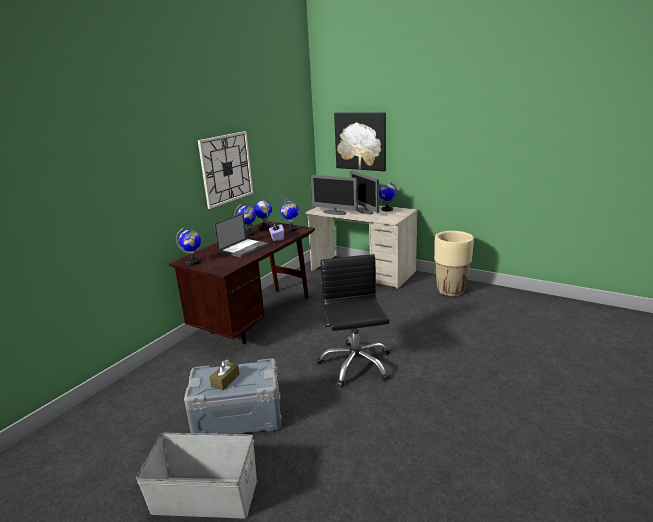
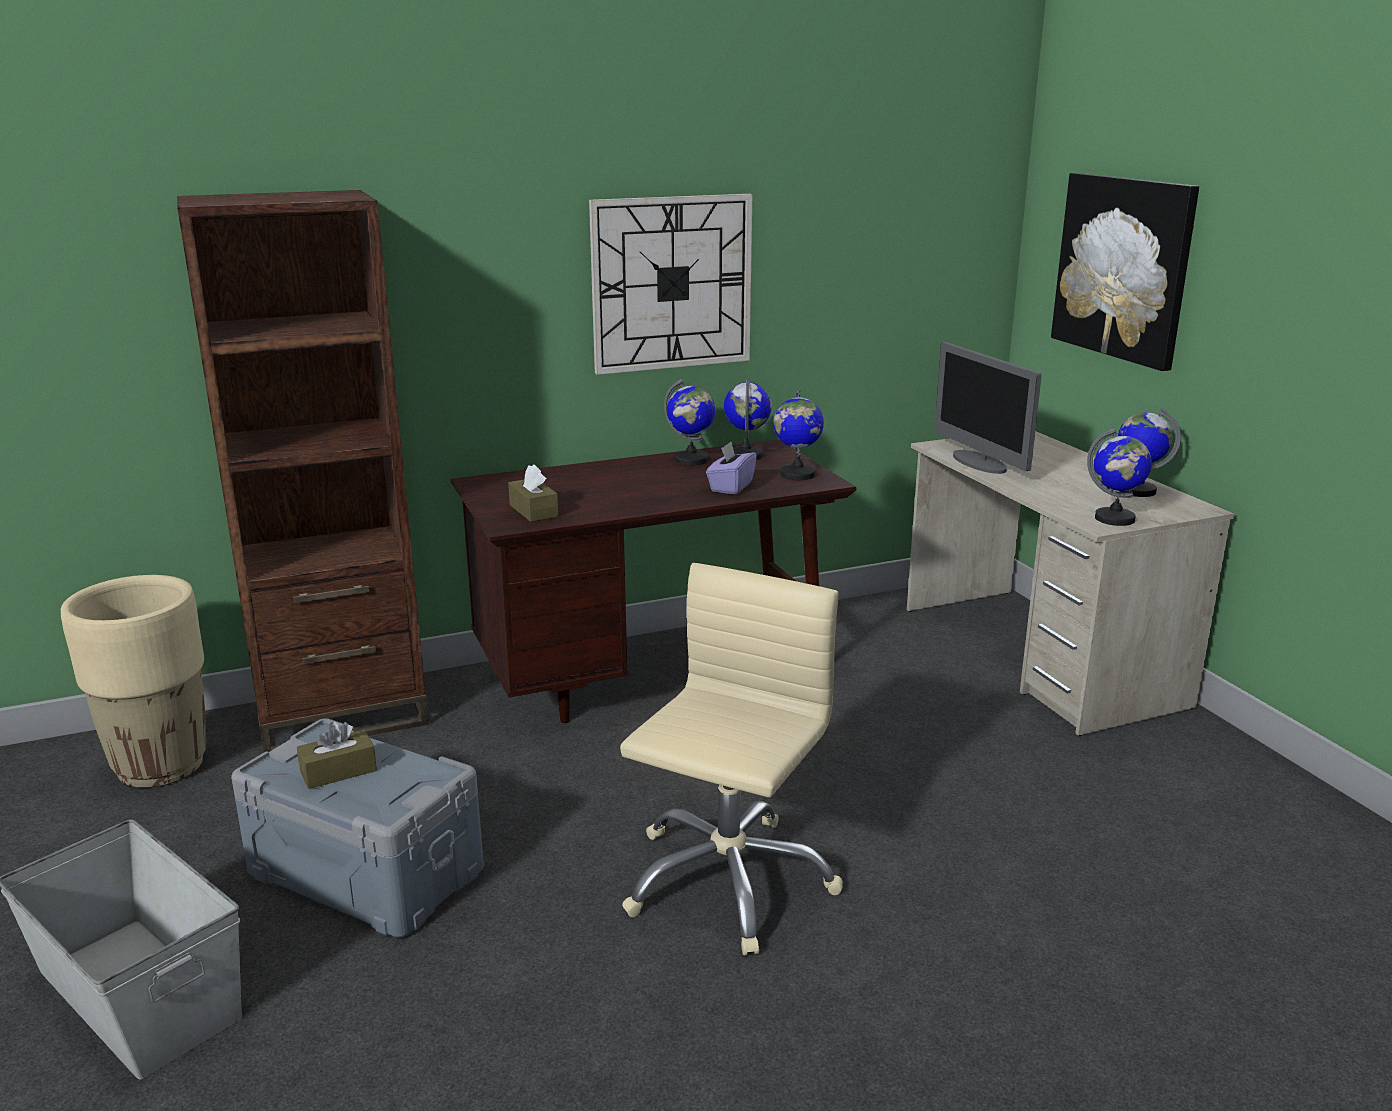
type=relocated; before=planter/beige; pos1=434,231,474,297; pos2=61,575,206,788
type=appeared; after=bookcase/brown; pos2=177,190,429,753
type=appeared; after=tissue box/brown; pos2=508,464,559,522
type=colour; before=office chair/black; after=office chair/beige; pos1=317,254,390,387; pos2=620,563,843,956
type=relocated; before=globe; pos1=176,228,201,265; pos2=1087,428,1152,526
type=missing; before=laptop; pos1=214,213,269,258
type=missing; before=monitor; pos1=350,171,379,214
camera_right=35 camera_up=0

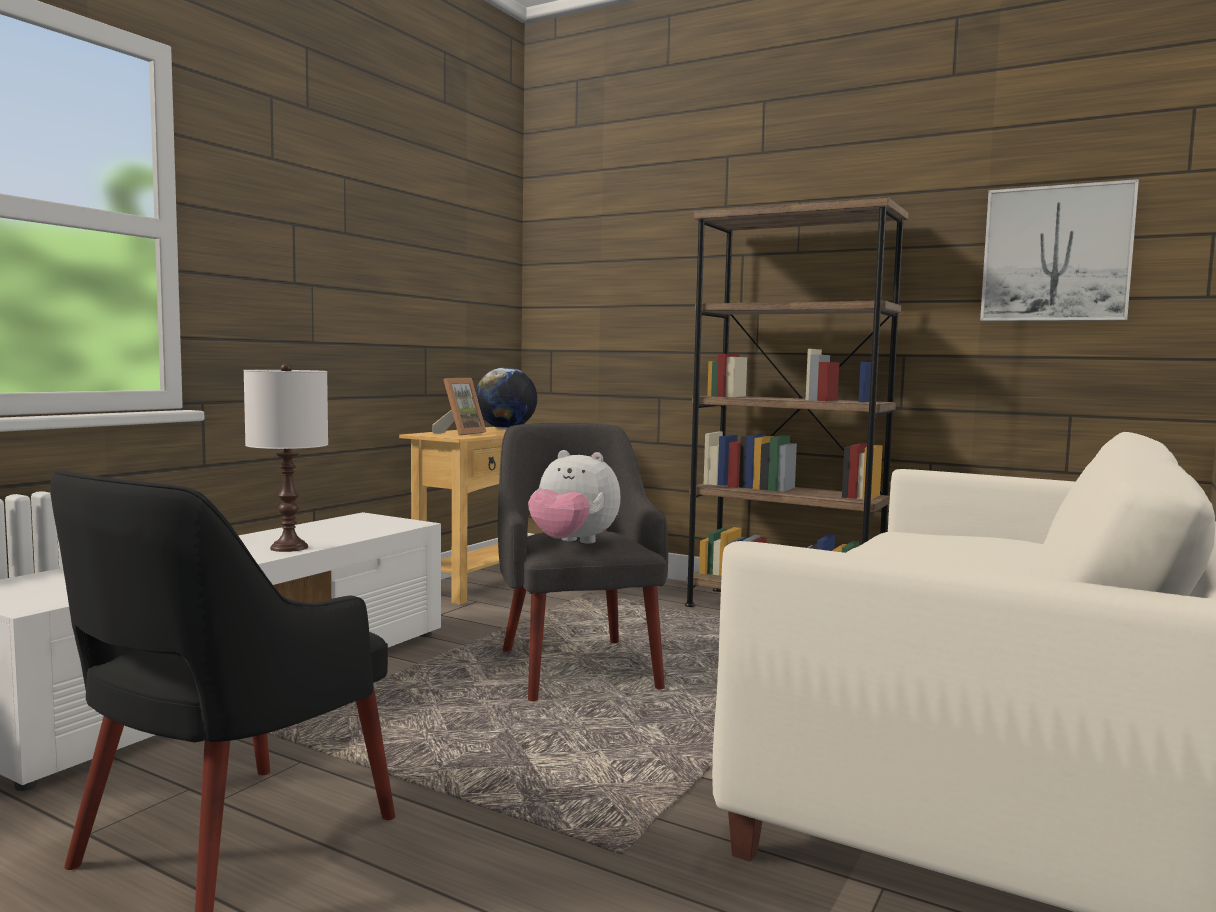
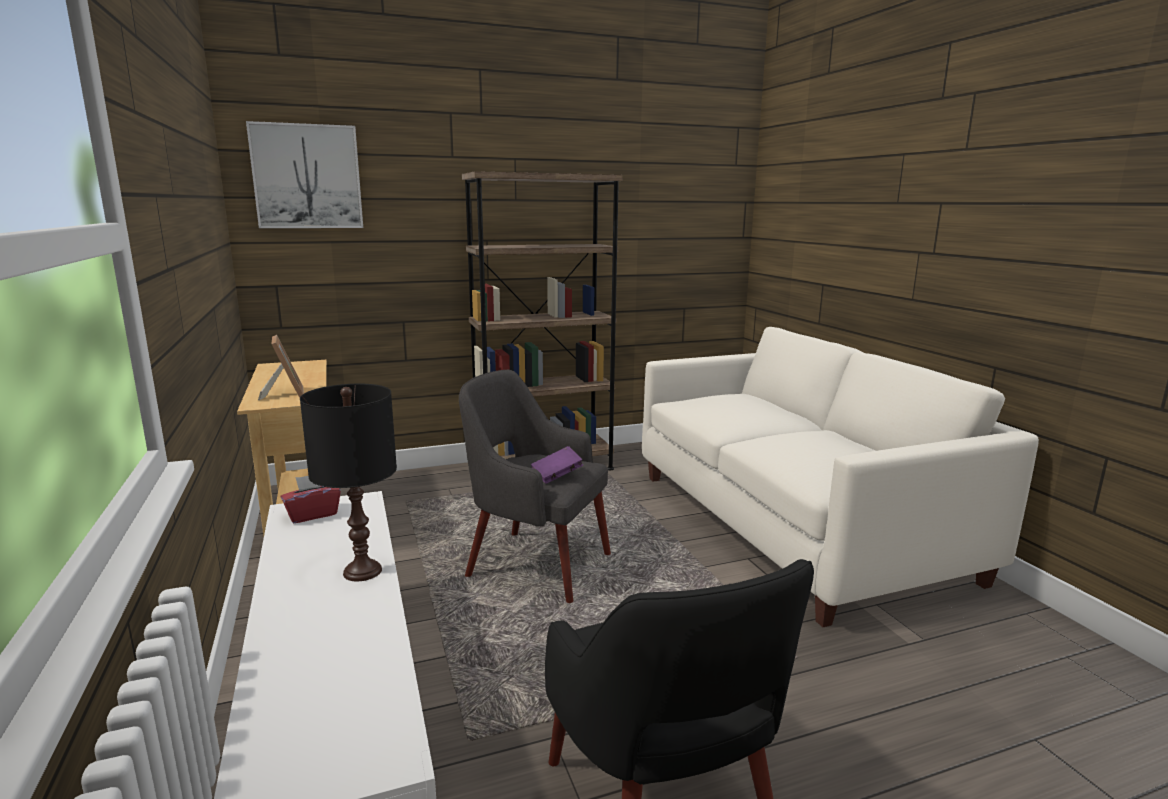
type=relocated; before=picture; pos1=980,179,1139,321; pos2=246,121,363,228
type=appeared; after=tissue box/red; pos2=281,476,341,524
type=colour; before=table lamp/white; after=table lamp/black; pos1=243,363,328,552; pos2=300,384,397,581
type=exchanged; before=plush toy; after=book/purple; pos1=528,450,620,544; pos2=531,446,583,484
type=missing; before=globe; pos1=476,367,537,429
camera_right=-50 camera_up=10

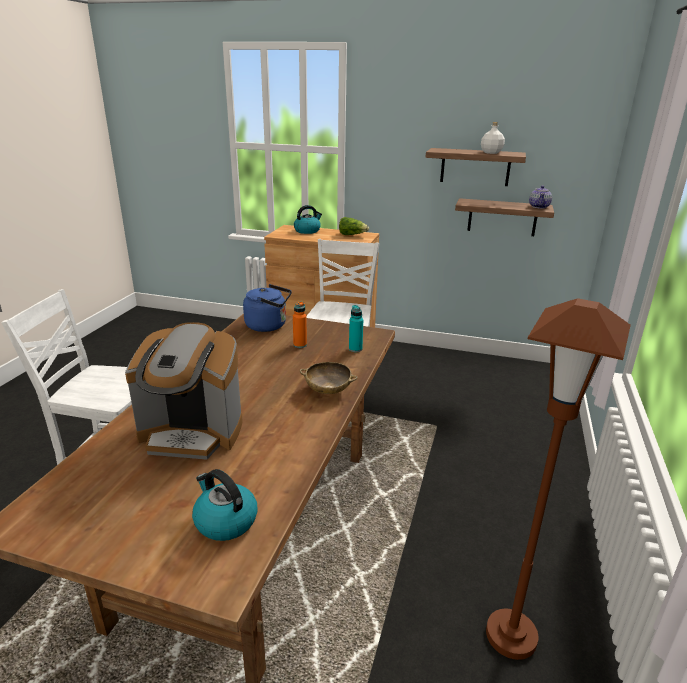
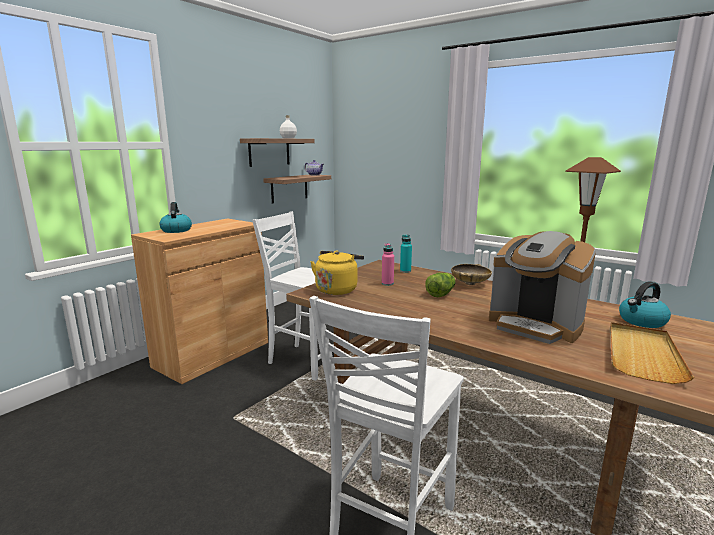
type=colour; before=kettle/blue; after=kettle/yellow; pos1=243,284,292,332; pos2=310,251,364,295
type=colour; before=bottle/orange; after=bottle/pink; pos1=293,302,307,348; pos2=382,243,394,286
type=relocated; before=lettuce; pos1=339,217,369,235; pos2=425,273,456,297
type=spun; before=coffee machine; pos1=125,322,243,460; pos2=489,231,596,344; turn=105
type=appeared; after=tray/beige; pos2=610,322,694,384
camera_right=-70 camera_up=-10

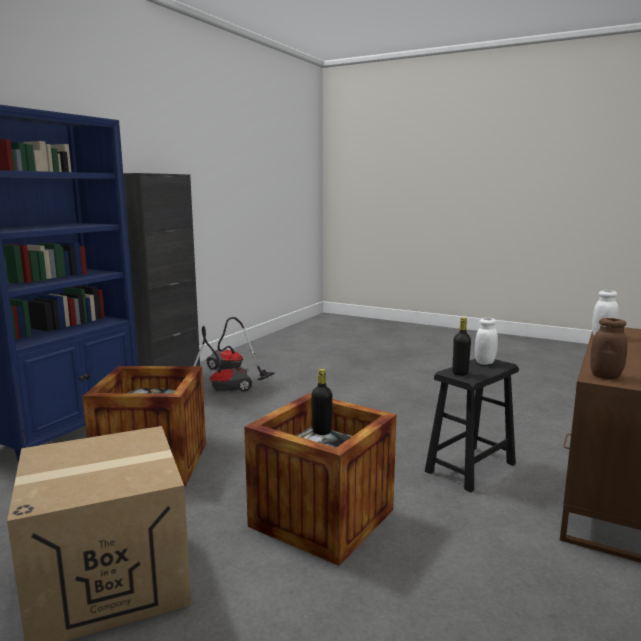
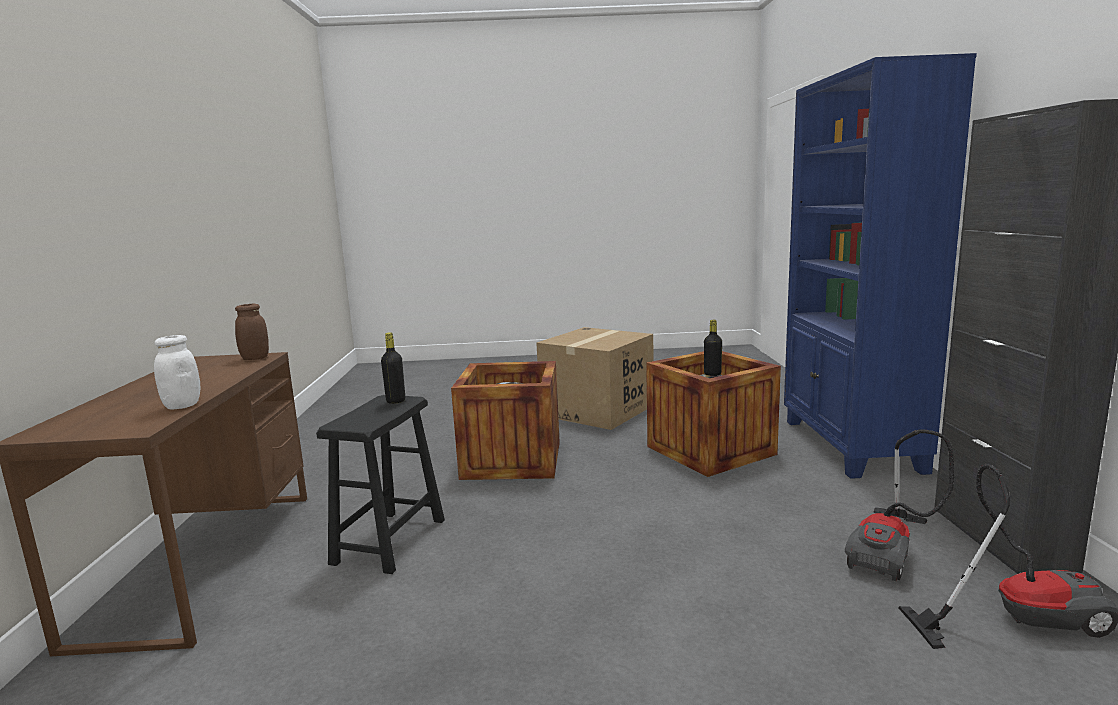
type=relocated; before=bottle/black; pos1=312,369,332,435; pos2=704,320,722,376
type=missing; before=jar/white; pos1=475,318,498,365
camera_right=150 camera_up=0

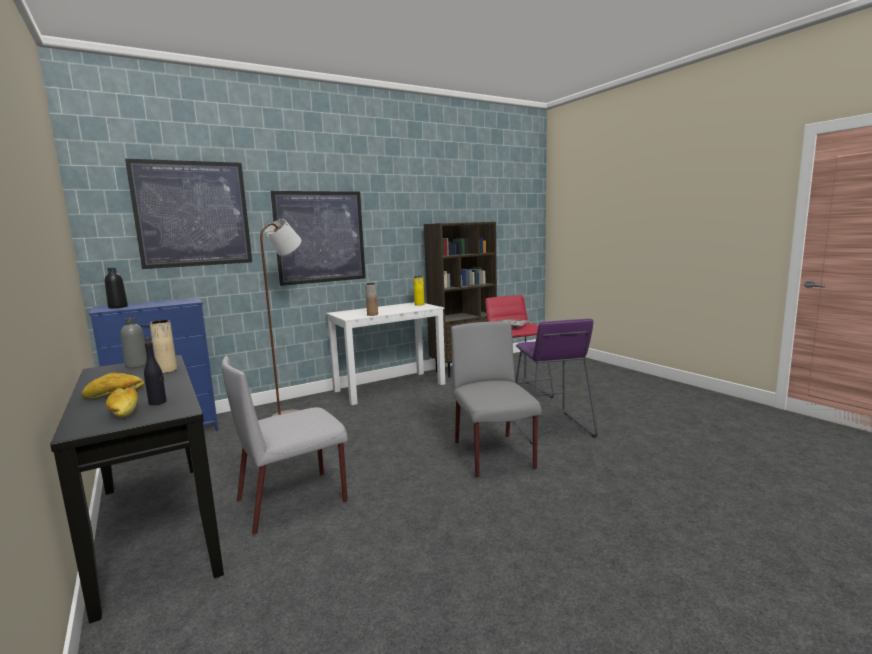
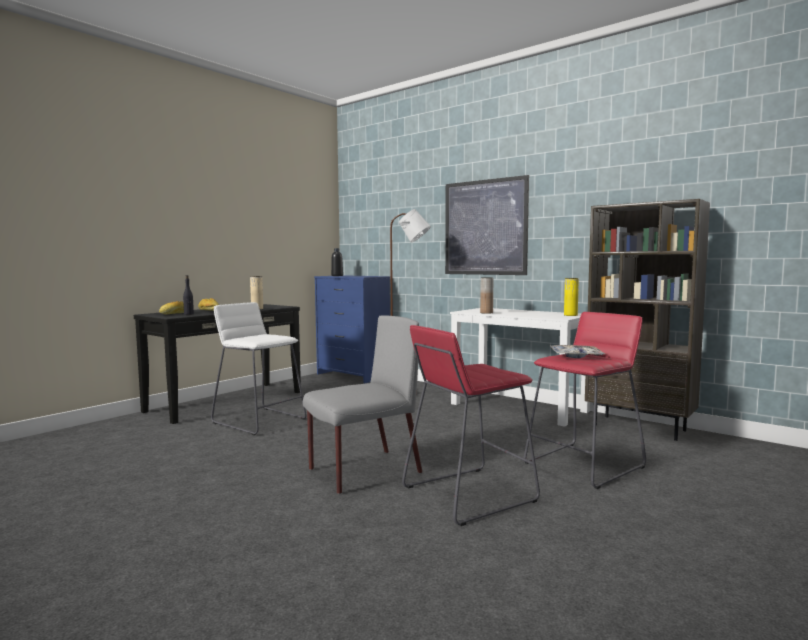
type=exchanged; before=chair/grey; after=stool/white; pos1=222,356,348,535; pos2=211,302,307,435
type=colour; before=stool/purple; after=stool/red; pos1=514,319,598,444; pos2=402,325,540,526
type=missing; before=bottle/grey; pos1=121,317,147,368
type=missing; before=picture; pos1=125,159,252,269
camera_right=70 camera_up=-5

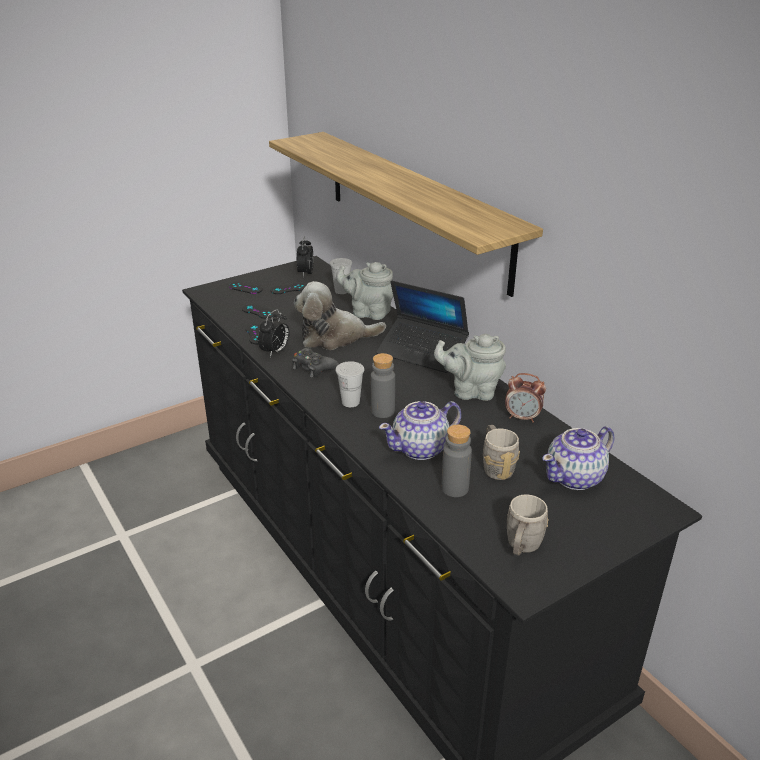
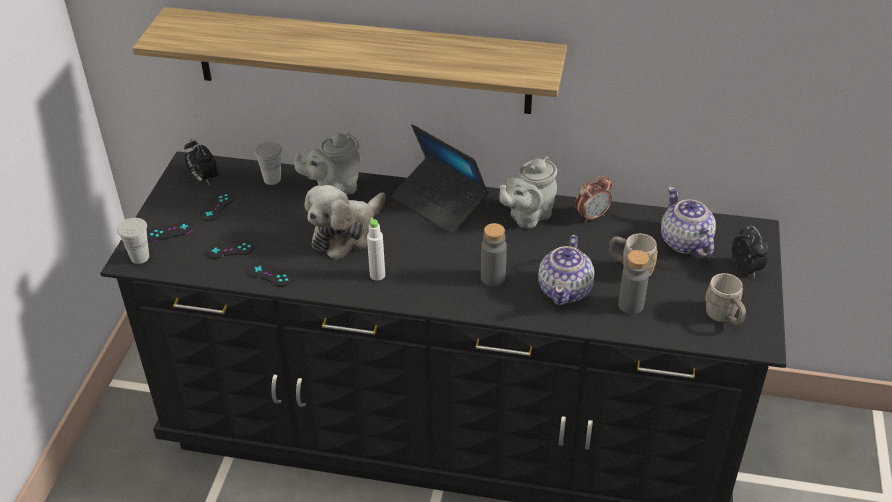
type=relocated; before=cup/white; pos1=336,361,364,407; pos2=117,218,149,264
type=exchanged; before=game controller/black; after=bottle/white; pos1=292,348,339,378; pos2=367,218,385,280
type=spun; before=laptop; pos1=376,281,469,373; pos2=391,124,489,234; turn=60
type=spun; before=teapot; pos1=542,426,614,490; pos2=661,187,716,257; turn=150
type=relocated; before=alarm clock; pos1=258,309,290,357; pos2=732,225,769,278
camera_right=-45 camera_up=10

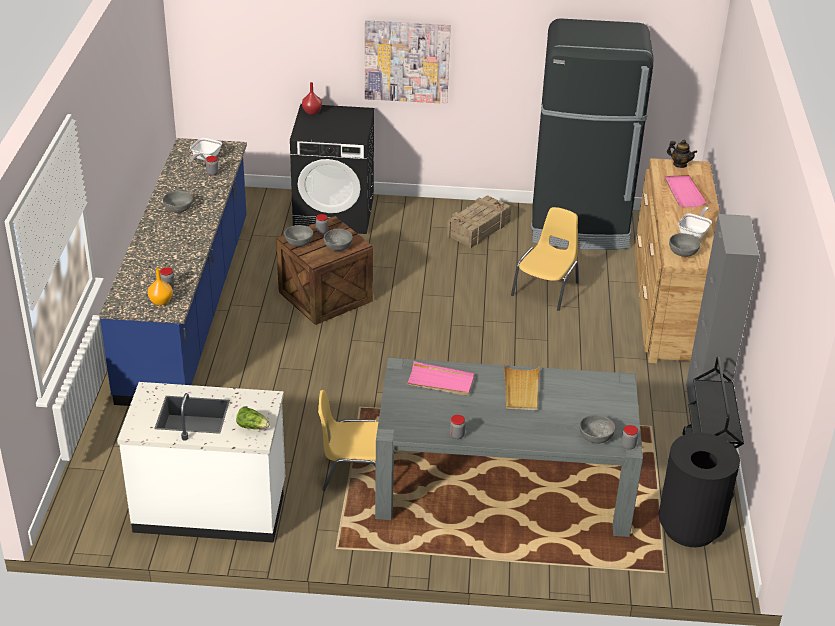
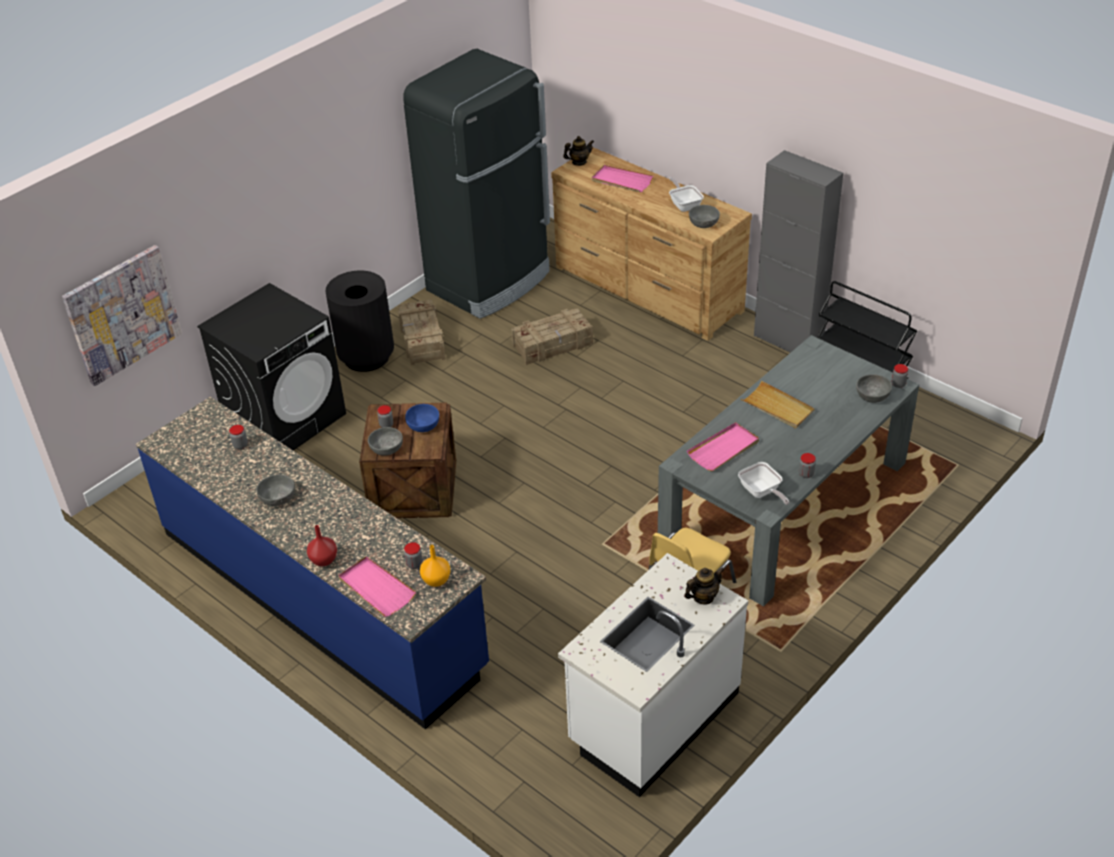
type=relocated; before=picture; pos1=365,20,451,104; pos2=62,245,182,386
type=relocated; before=vase/red; pos1=302,82,322,115; pos2=307,525,337,566
type=relocated; before=trash can/black; pos1=658,432,740,547; pos2=326,271,394,372
type=appeared; after=tray/pink; pos2=338,556,416,617
type=colour; before=bowl/grey; after=bowl/blue; pos1=324,229,353,251; pos2=405,404,439,432
type=exchanged; before=chair/yellow; after=crate; pos1=511,207,579,311; pos2=511,308,593,365
type=exchanged; before=lettuce; after=teapot; pos1=236,407,270,429; pos2=684,568,724,604
type=relocated; before=frying pan; pos1=189,138,222,163; pos2=738,462,789,505
camera_right=-50 camera_up=5

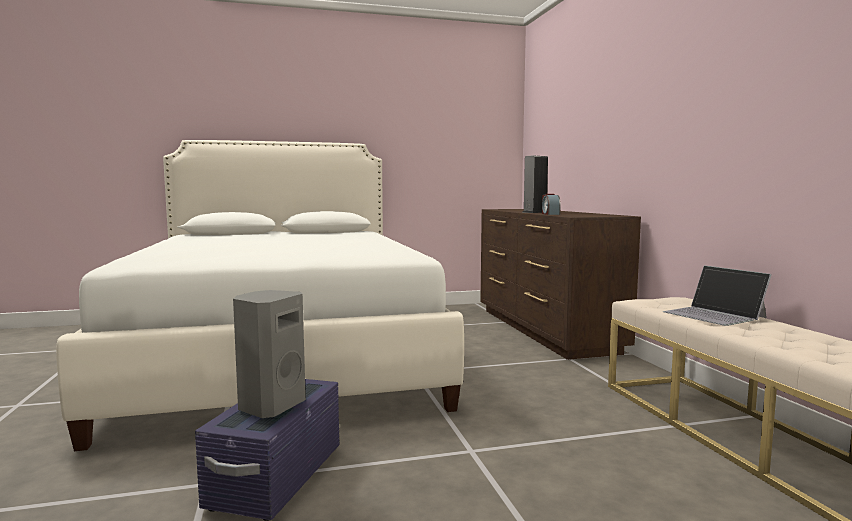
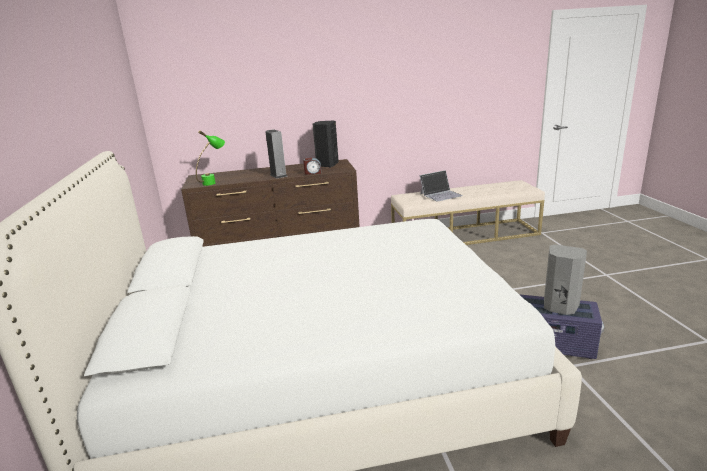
type=appeared; after=table lamp/green; pos2=196,130,225,186
type=appeared; after=speaker/black; pos2=313,121,339,167
camera_right=-85 camera_up=15

